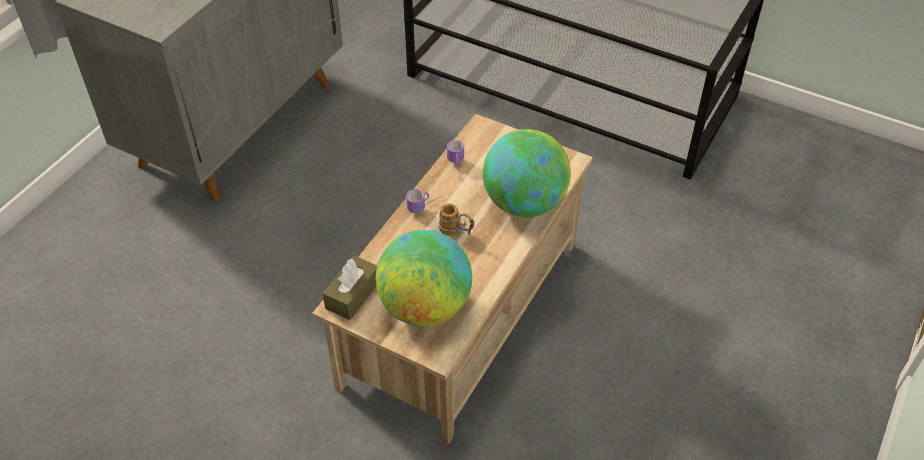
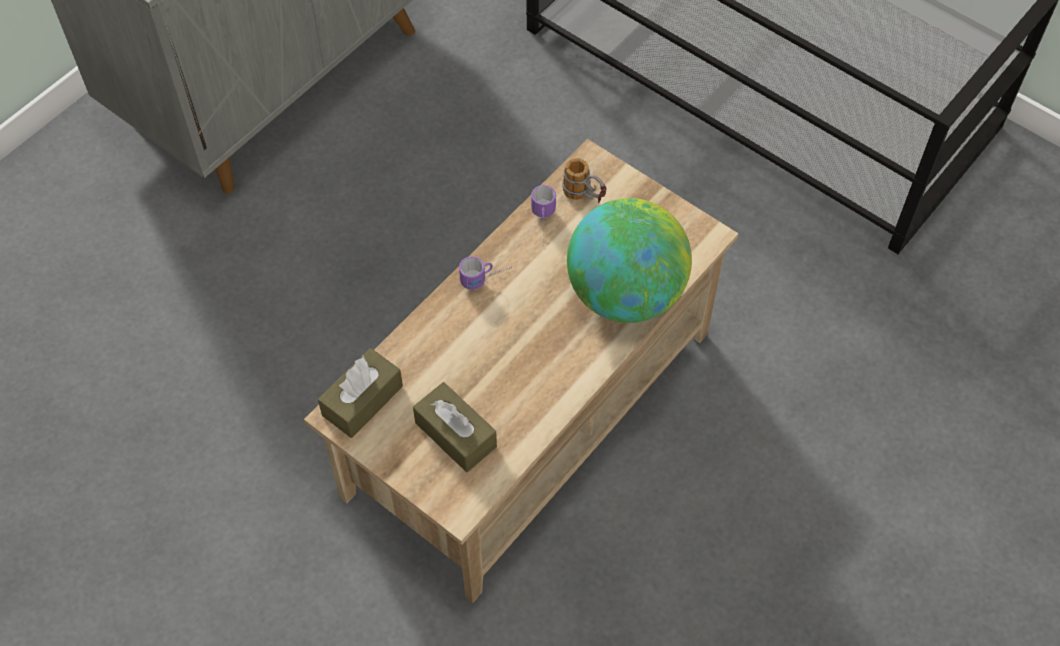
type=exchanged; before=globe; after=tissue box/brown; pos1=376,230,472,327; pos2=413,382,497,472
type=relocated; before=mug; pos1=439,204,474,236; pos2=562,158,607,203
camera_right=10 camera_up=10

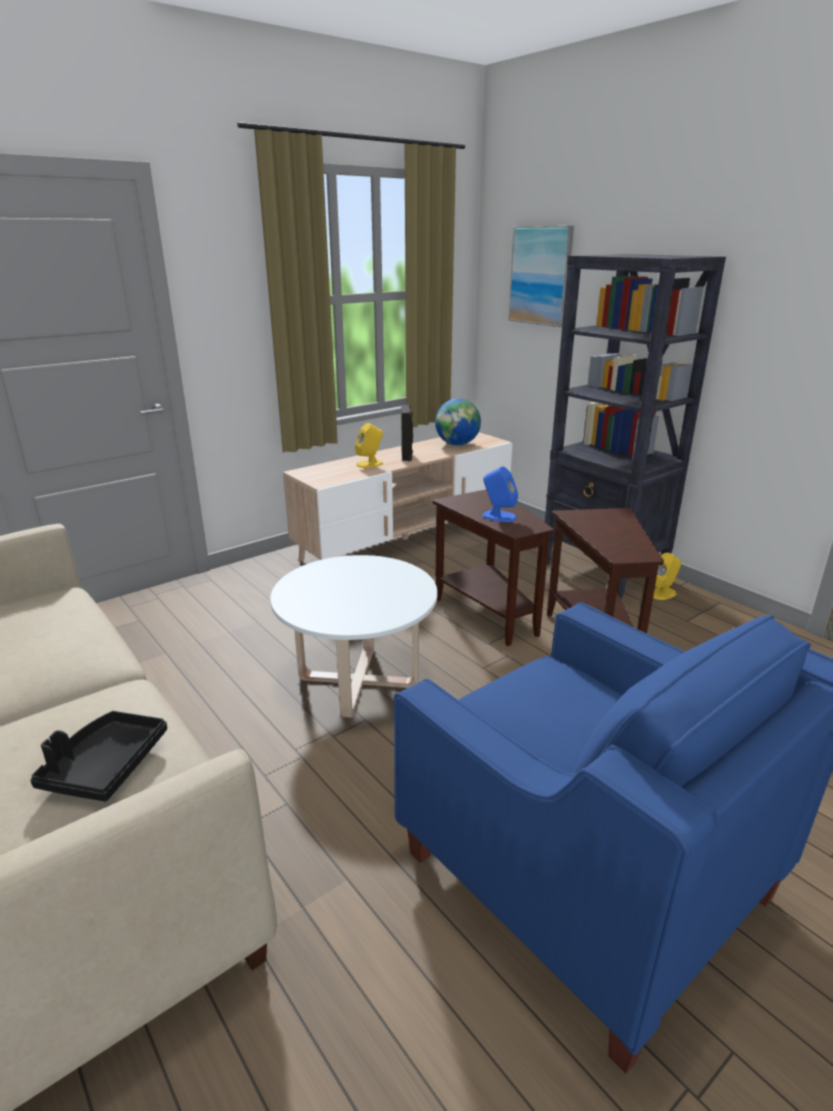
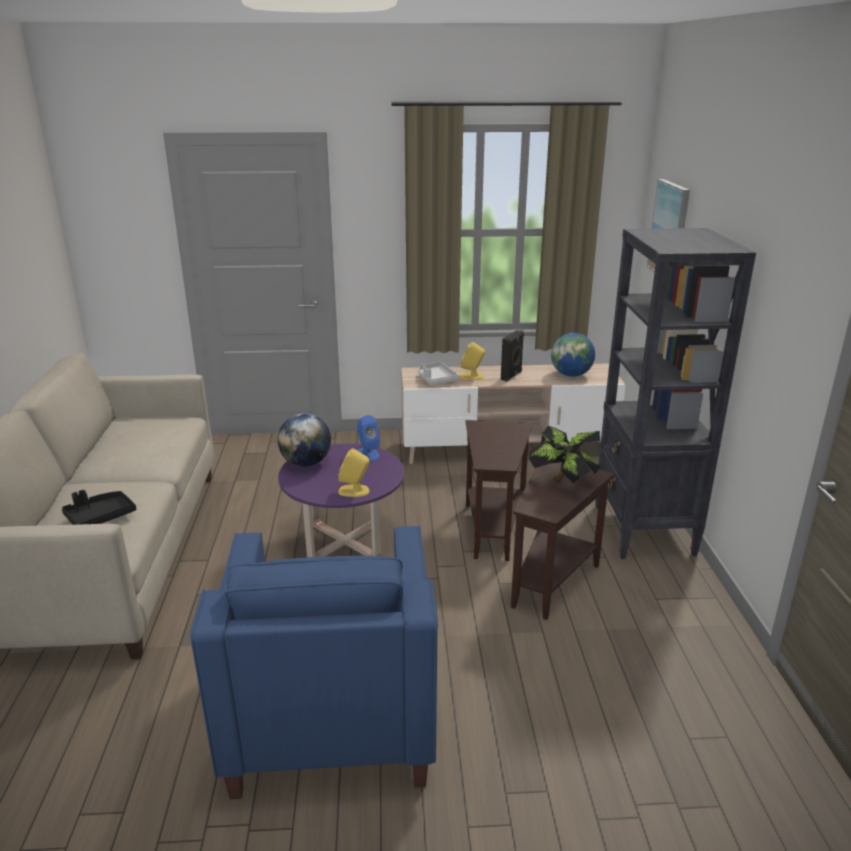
type=appeared; after=globe; pos2=277,413,331,467
type=colour; before=coffee table/white; after=coffee table/purple; pos1=270,555,437,718; pos2=278,444,404,557
type=relocated; before=speaker/yellow; pos1=653,553,681,600; pos2=338,448,369,497
type=relocated; before=speaker/blue; pos1=482,466,518,522; pos2=357,415,380,461
type=appeared; after=tray/grey; pos2=418,362,459,385
type=appeared; after=potted plant; pos2=528,426,601,484
camera_right=35 camera_up=0

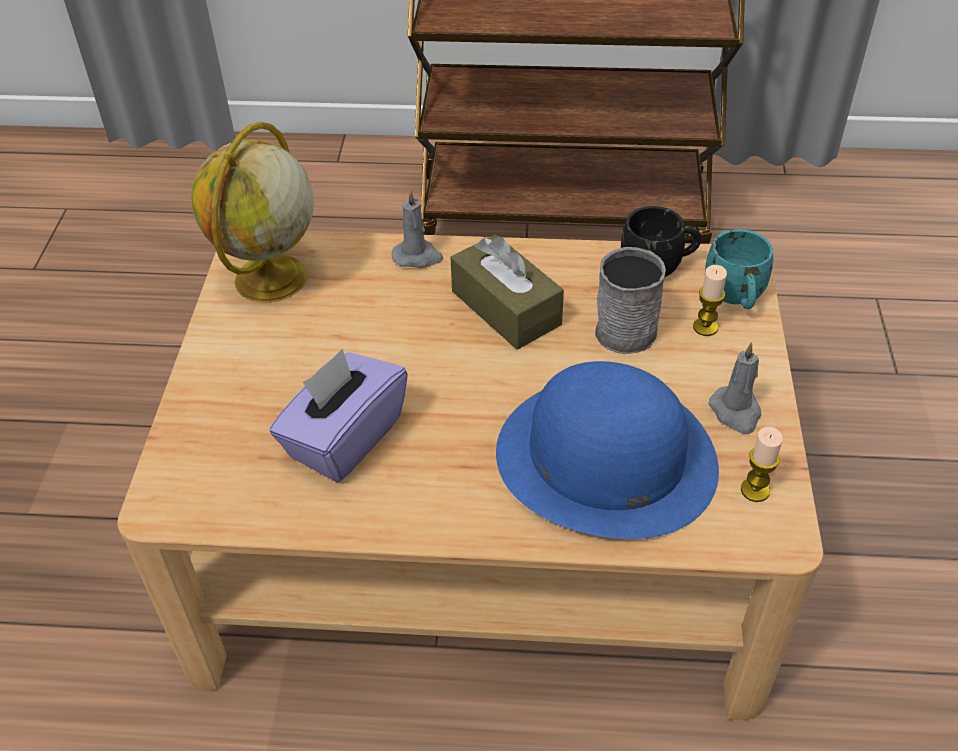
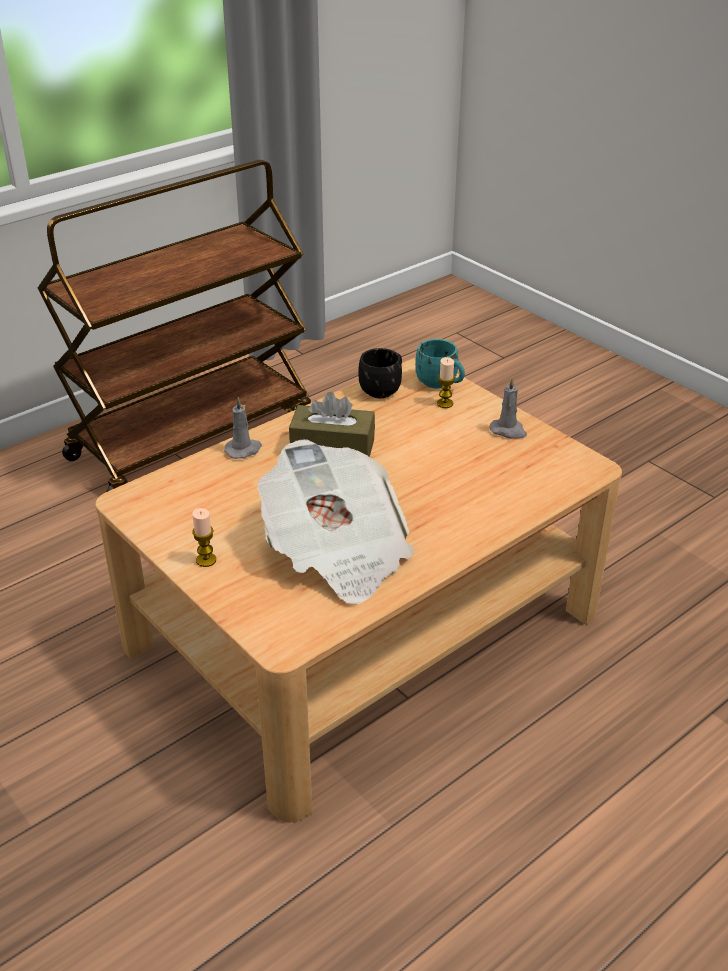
type=relocated; before=candle; pos1=741,427,783,502; pos2=192,508,216,567
type=exchanged; before=tissue box/purple; after=newspaper; pos1=269,349,408,482; pos2=257,439,414,605
type=missing; before=globe; pos1=191,121,314,303
type=missing; before=hat/blue; pos1=496,361,719,539
type=missing; before=mug/grey; pos1=595,247,666,354
camera_right=-45 camera_up=-10

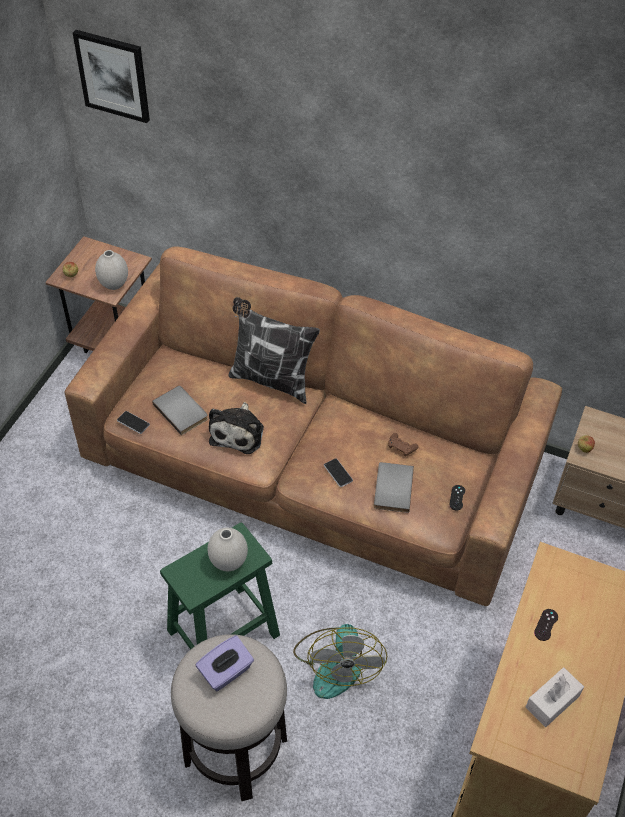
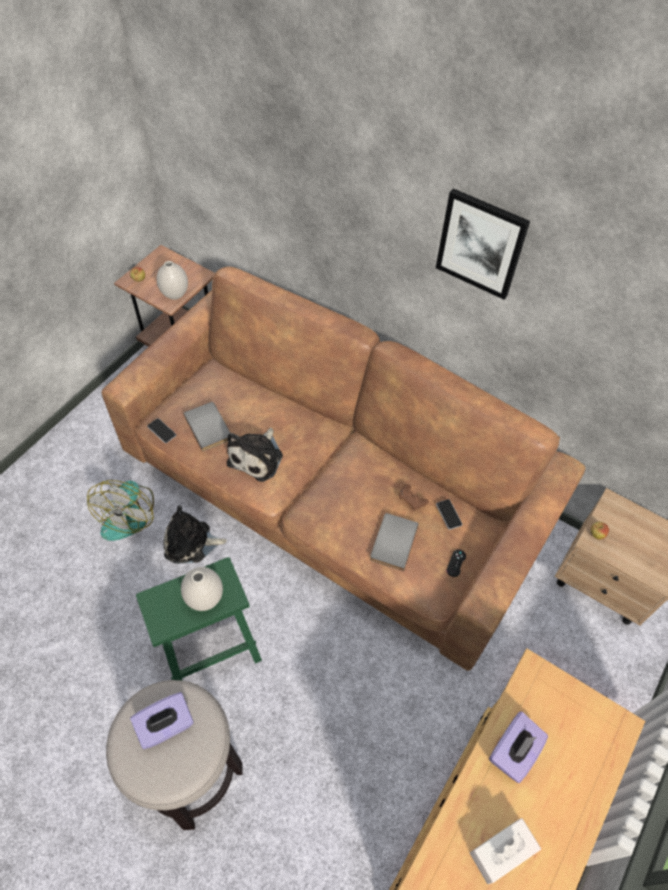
type=relocated; before=fan; pos1=293,624,387,699; pos2=87,480,154,541
type=appeared; after=plush toy; pos2=163,505,227,564
type=relocated; before=picture; pos1=73,30,150,123; pos2=436,188,530,300
type=relocated; before=phone; pos1=324,458,353,487; pos2=436,499,462,530
type=exchanged; before=game controller/black; after=tissue box/purple; pos1=534,609,558,641; pos2=489,711,548,783
type=missing; before=pillow; pos1=228,297,320,404
camera_right=10 camera_up=5

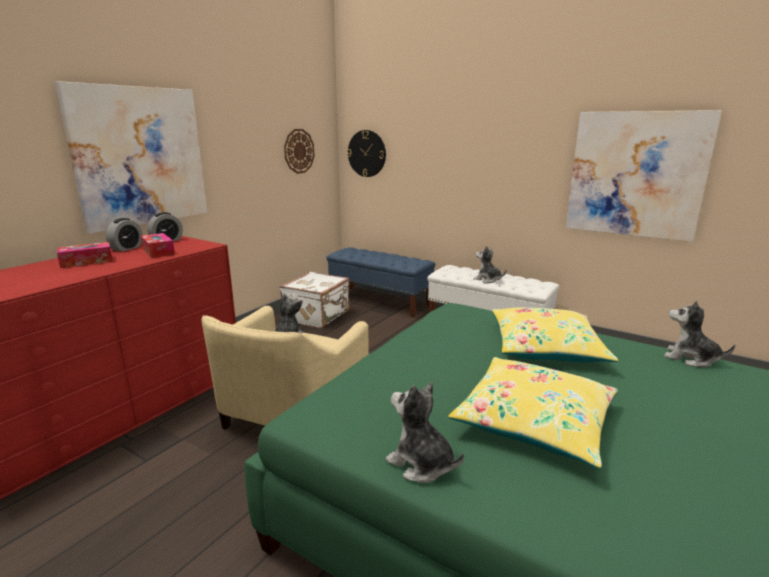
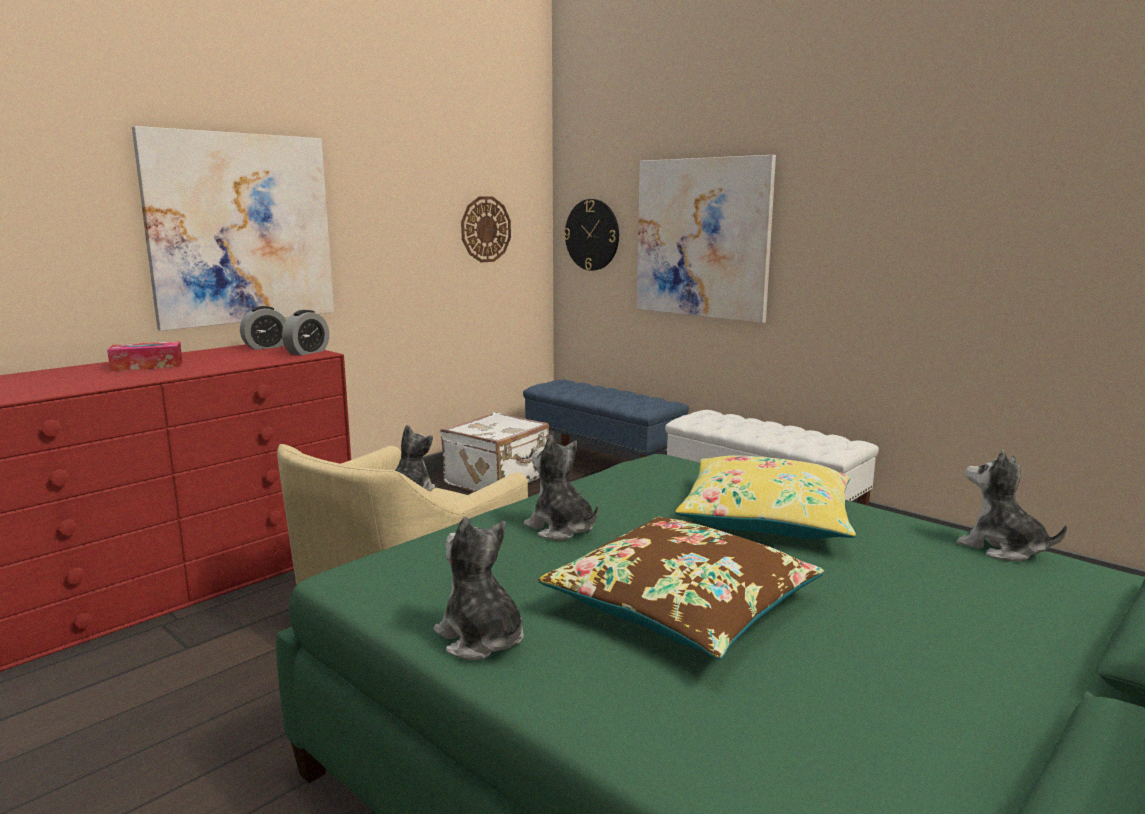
type=relocated; before=alarm clock; pos1=106,218,143,252; pos2=282,310,329,355
type=relocated; before=plush toy; pos1=474,246,507,283; pos2=524,435,599,540
type=colour; before=pillow/yellow; after=pillow/brown; pos1=448,357,618,469; pos2=538,517,824,659
type=relocated; before=picture; pos1=566,110,722,242; pos2=637,155,776,323
type=missing; before=tissue box; pos1=141,233,175,258
camera_right=10 camera_up=-5

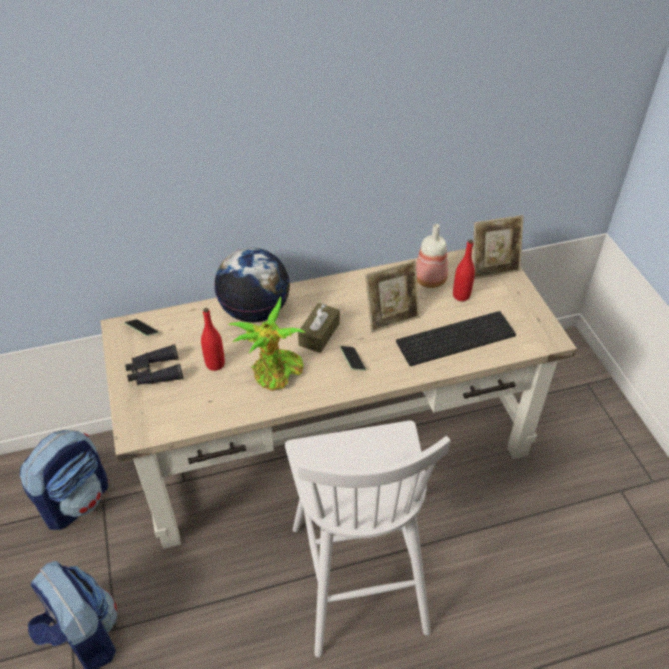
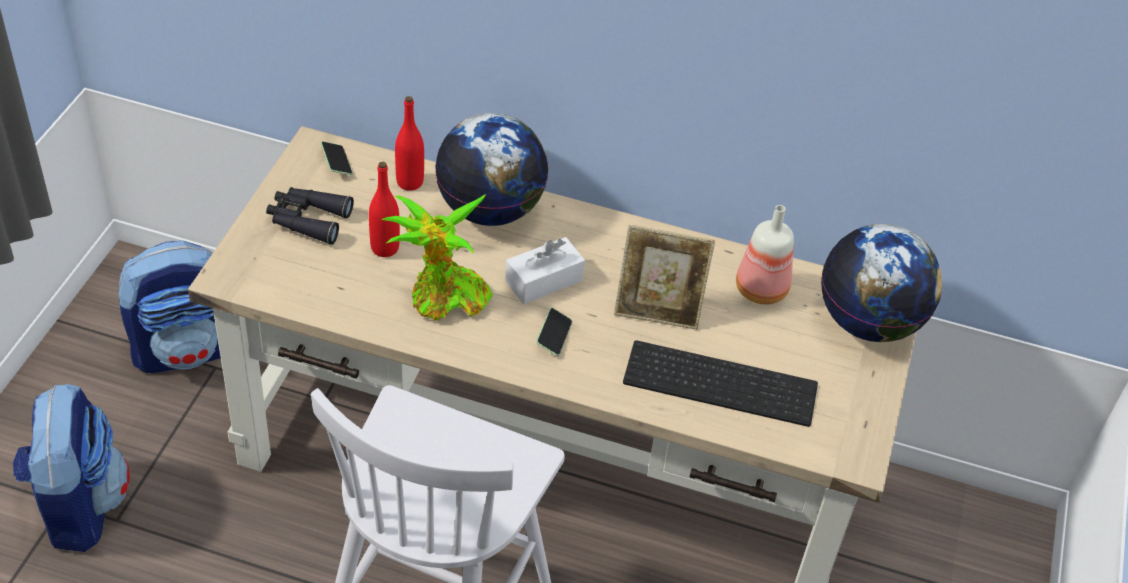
type=relocated; before=bottle/red; pos1=453,240,475,301; pos2=395,96,424,191
type=colour; before=tissue box/brown; after=tissue box/white; pos1=298,303,340,353; pos2=505,237,585,304
type=exchanged; before=picture frame; after=globe; pos1=473,215,524,279; pos2=821,224,942,342
camera_right=30 camera_up=0

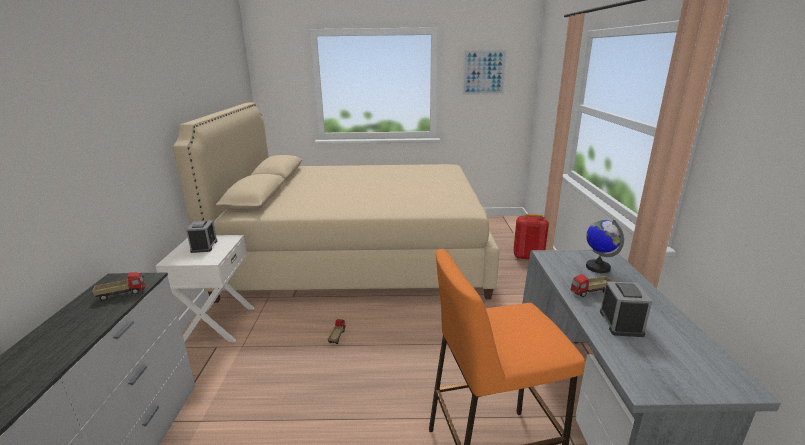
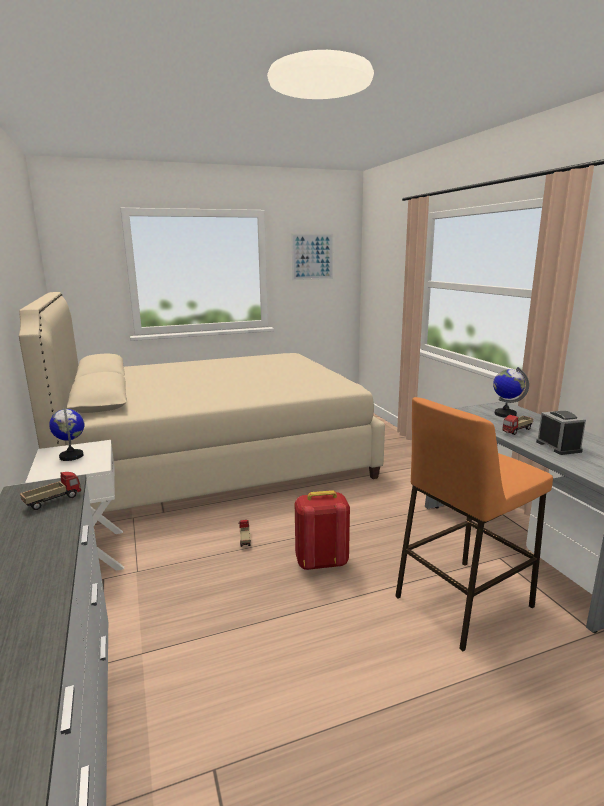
type=exchanged; before=alarm clock; after=globe; pos1=186,220,217,253; pos2=49,408,84,461
type=relocated; before=backpack/red; pos1=513,214,549,259; pos2=295,490,350,570
camera_right=-20 camera_up=-5

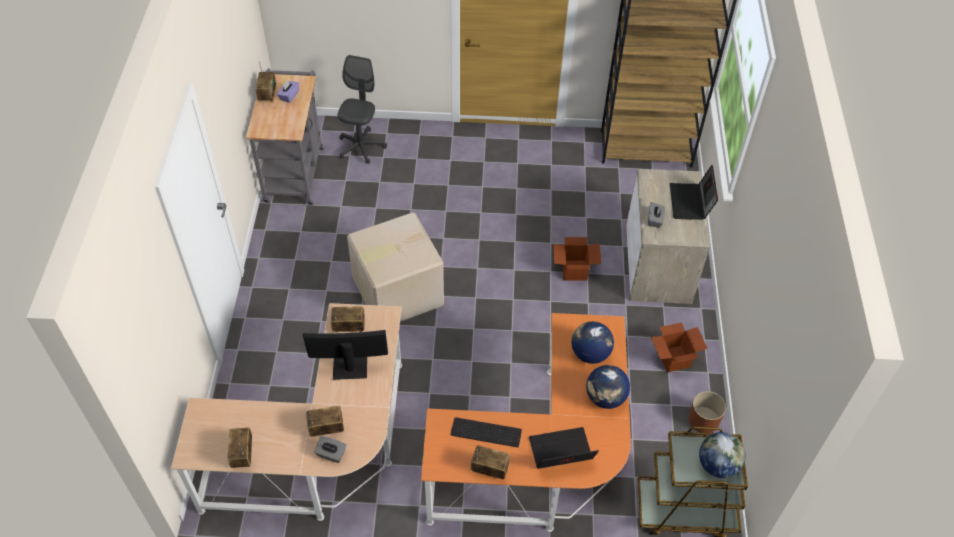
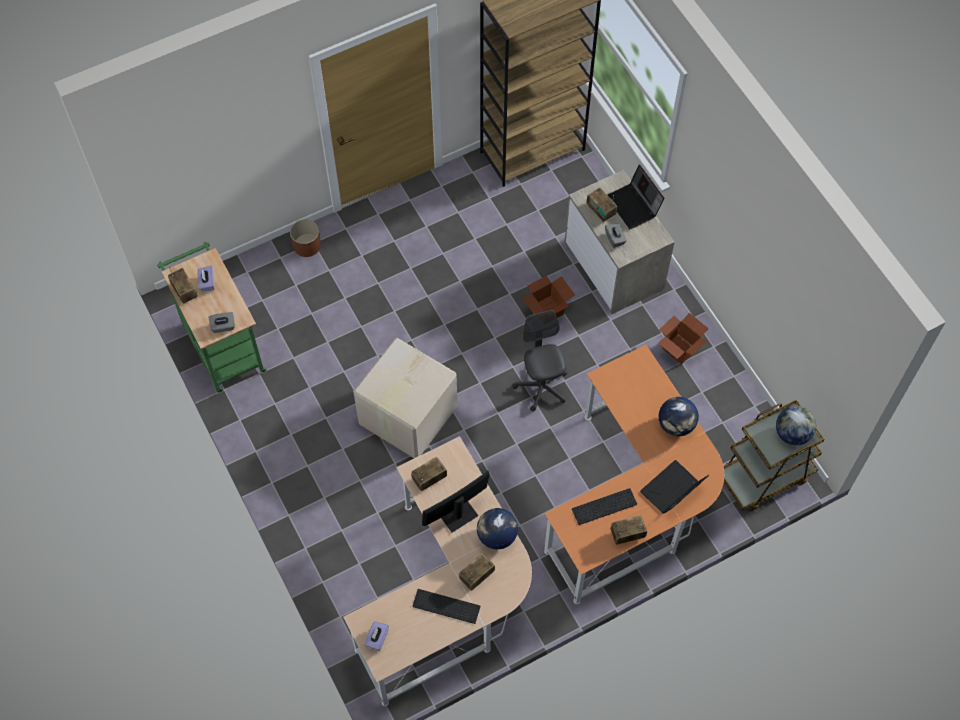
type=colour; before=cart/grey; after=cart/green; pos1=246,68,324,206; pos2=157,242,267,393
type=relocated; before=tissue box/grey; pos1=314,436,347,463; pos2=208,312,235,333
type=relocated; before=planter/brown; pos1=688,391,726,433; pos2=290,219,321,257
type=appeared; after=tissue box/purple; pos2=365,621,389,651
type=appeared; after=keyboard; pos2=412,589,480,624
type=relocated; before=globe; pos1=572,321,614,364; pos2=477,508,518,549
type=relocated; before=office chair/grey; pos1=338,55,387,164; pos2=513,310,567,412
type=relocated; before=radio; pos1=228,428,252,468; pos2=587,188,617,222
camera_right=-30 camera_up=10

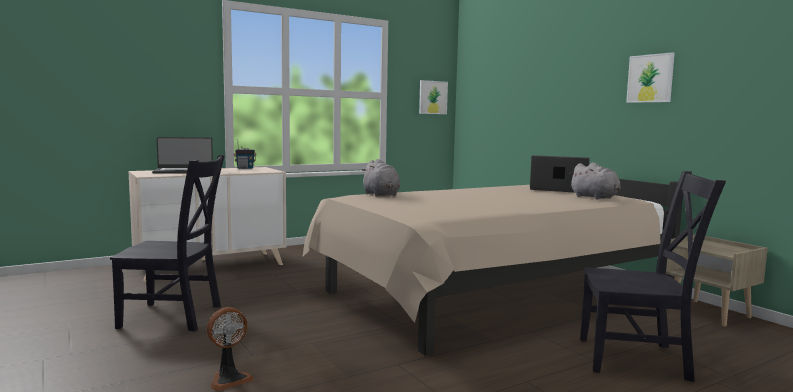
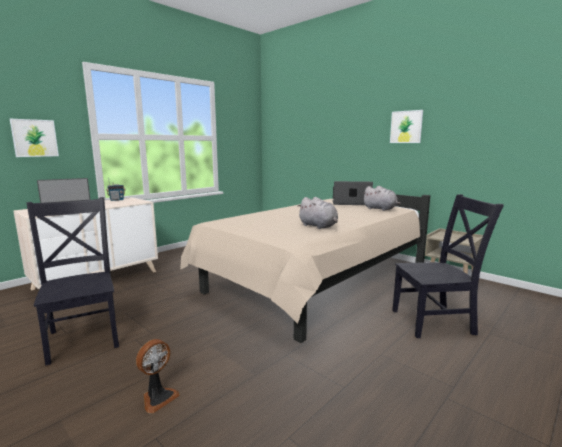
type=relocated; before=picture; pos1=419,80,448,114; pos2=10,119,59,157
type=spun; before=chair/black; pos1=110,155,225,331; pos2=26,197,119,366; turn=-105
type=relocated; before=plush toy/grey; pos1=361,159,400,197; pos2=298,197,338,229
camera_right=-15 camera_up=5

